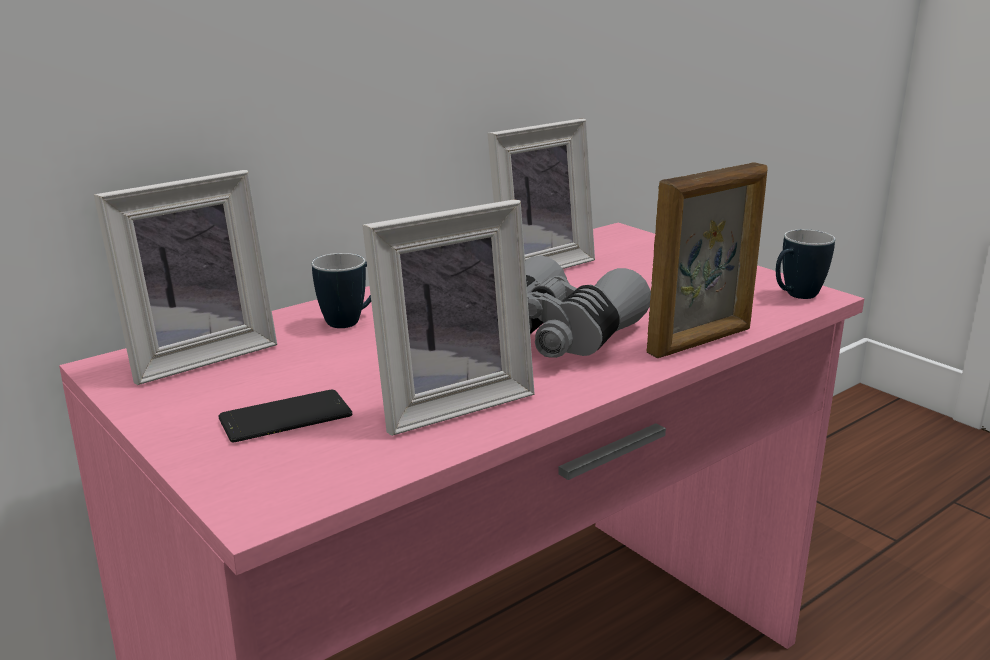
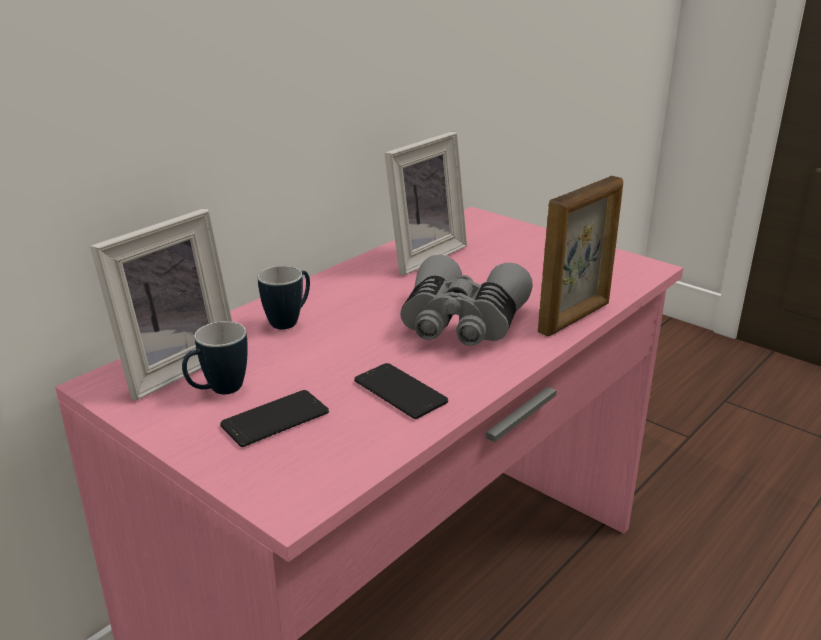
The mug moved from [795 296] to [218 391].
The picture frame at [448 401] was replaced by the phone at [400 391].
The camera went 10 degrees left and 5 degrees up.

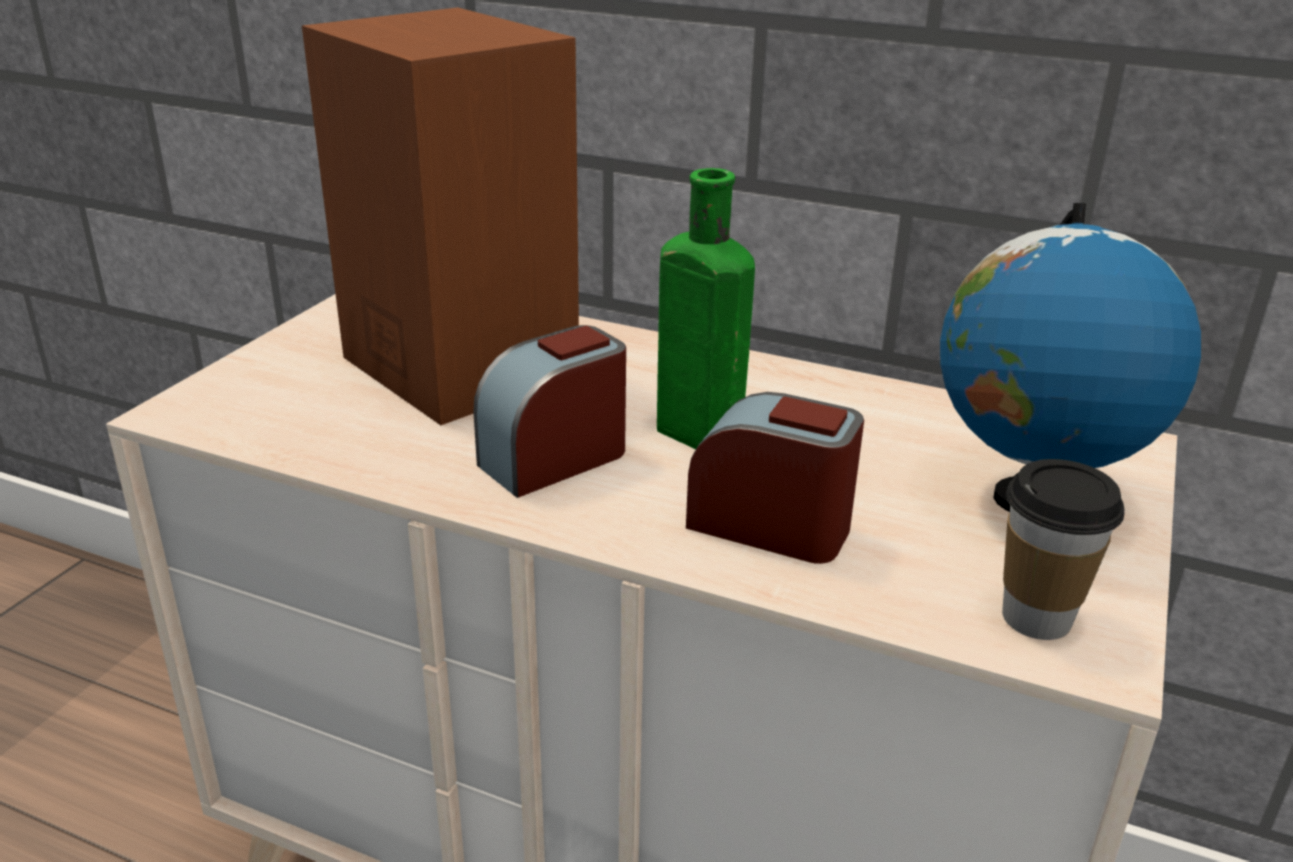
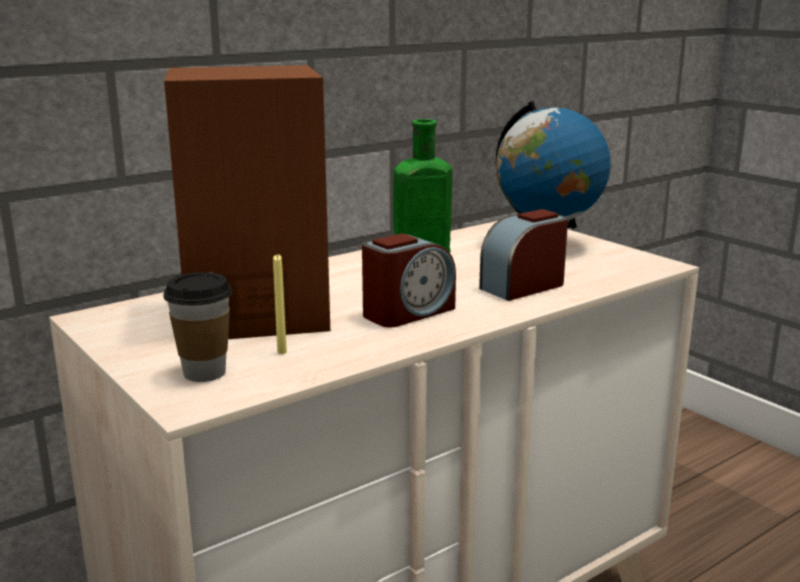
The yellow candle at [282 352] appeared.
The cup moved from [1036 617] to [204 373].
The alarm clock at [554 458] turned 120 degrees counterclockwise.
The camera went 60 degrees left and 10 degrees down.

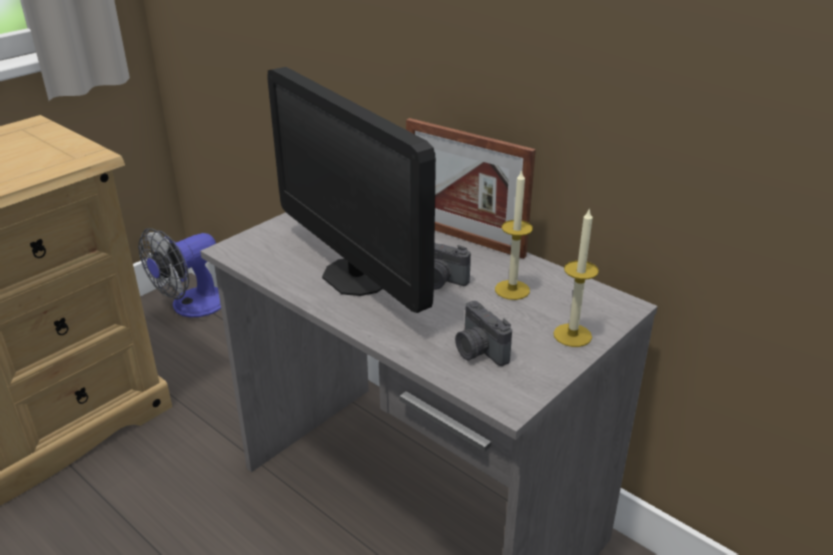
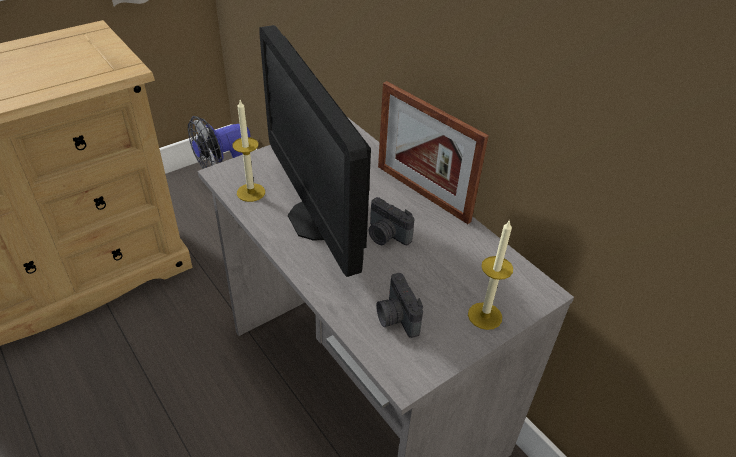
The candle moved from [512 290] to [251 192].
The camera went 10 degrees right and 10 degrees up.

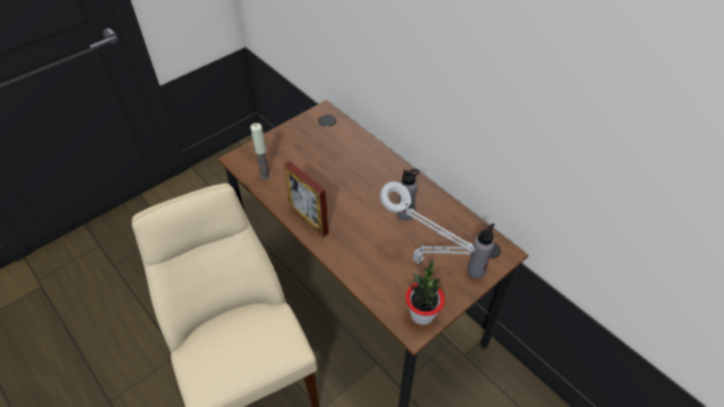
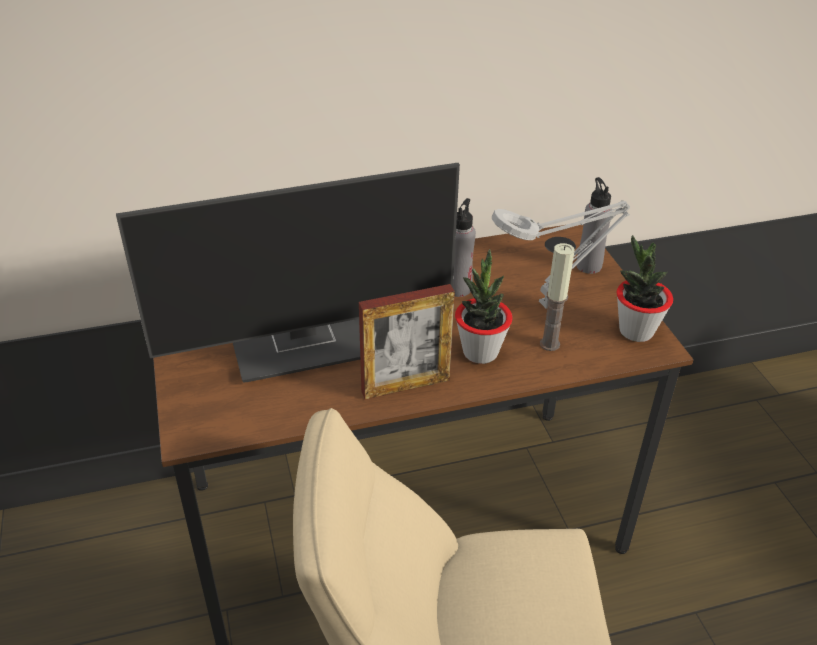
The monitor at [307 342] appeared.
The potted plant at [480 352] appeared.
The candle moved from [265 175] to [549 344].
The camera went 65 degrees left and 10 degrees down.

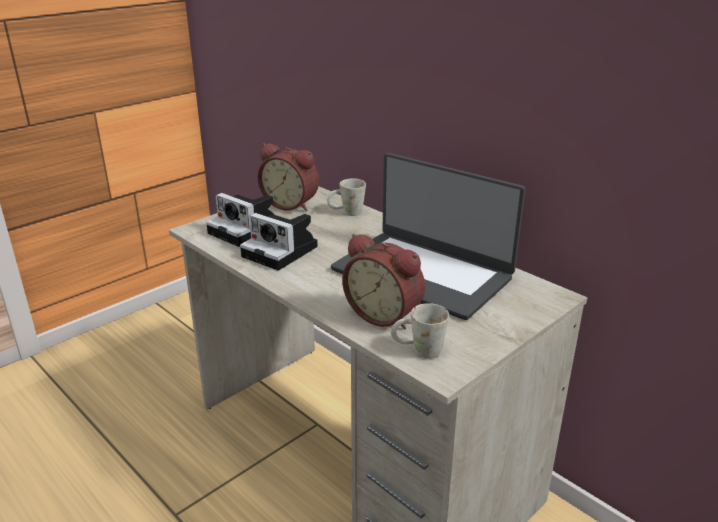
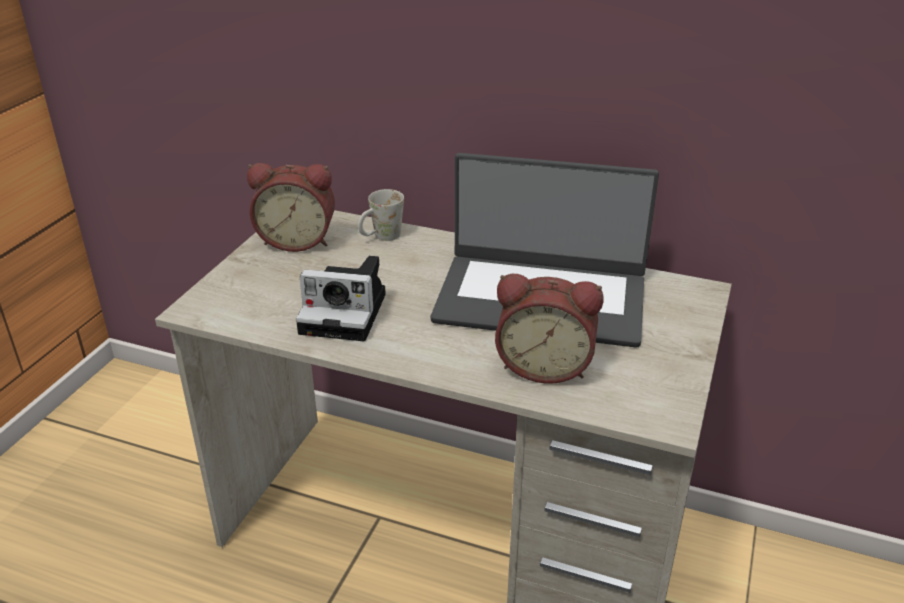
The photo camera at [247 230] disappeared.
The white mug at [418 351] disappeared.
The camera went 25 degrees left and 5 degrees up.

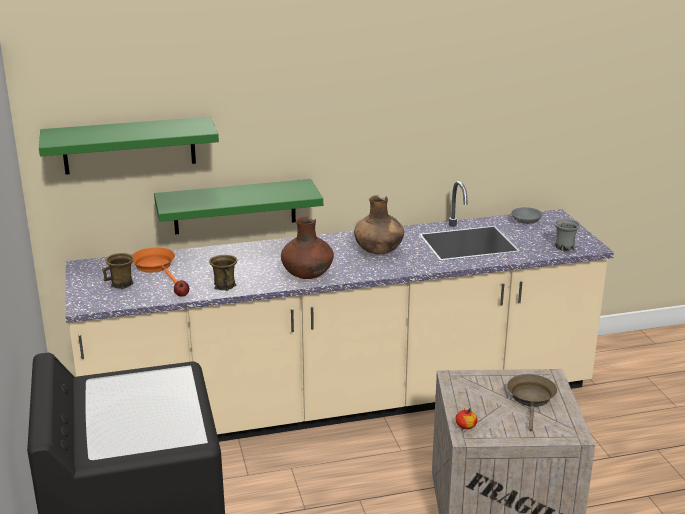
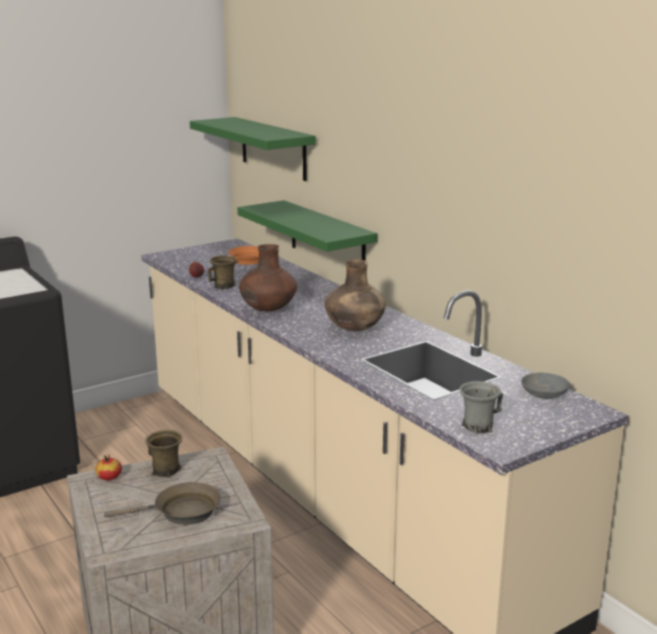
The brown mug moved from [122 284] to [165 471].
The camera went 70 degrees right and 5 degrees down.

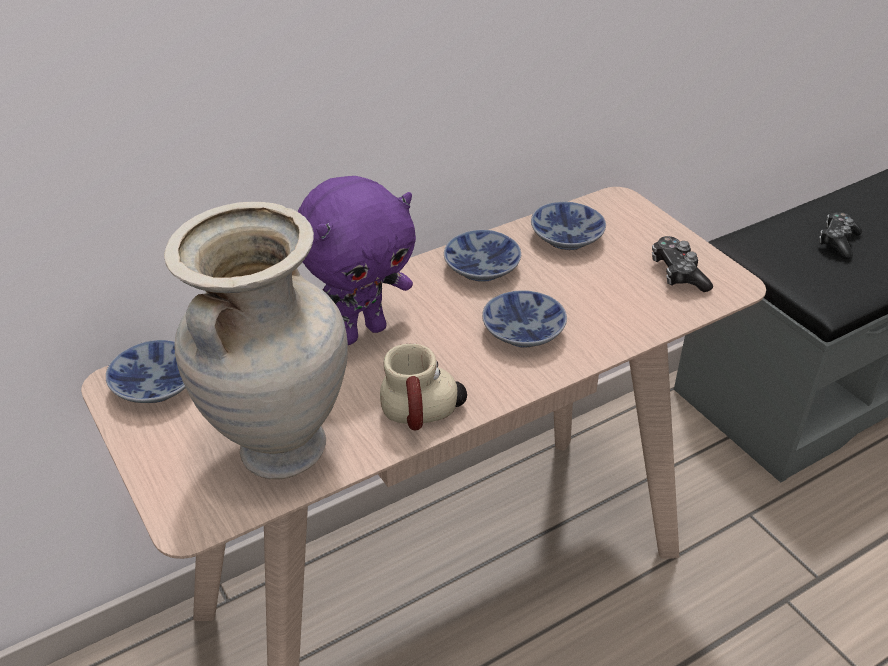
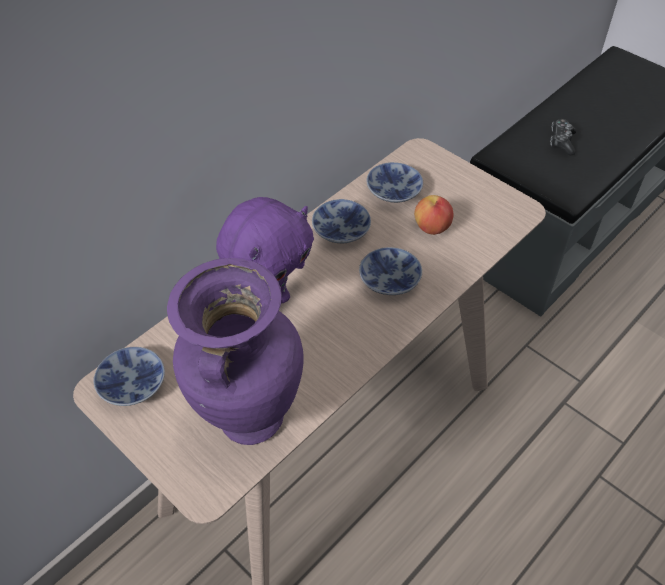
The mug at [425 417] disappeared.
The game controller at [678 273] disappeared.
The apple at [432 228] appeared.
The beige vase at [279 450] became the purple vase at [248 418].
The camera went 15 degrees left and 10 degrees up.

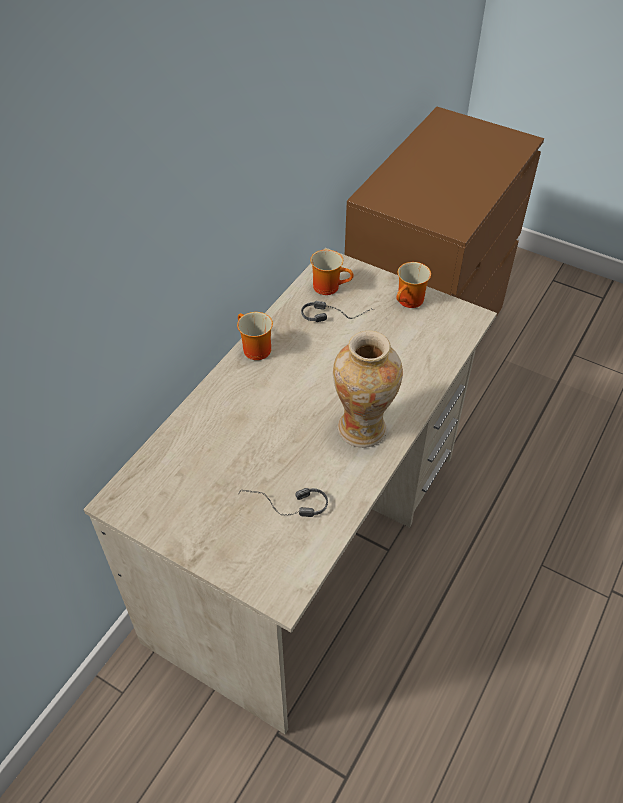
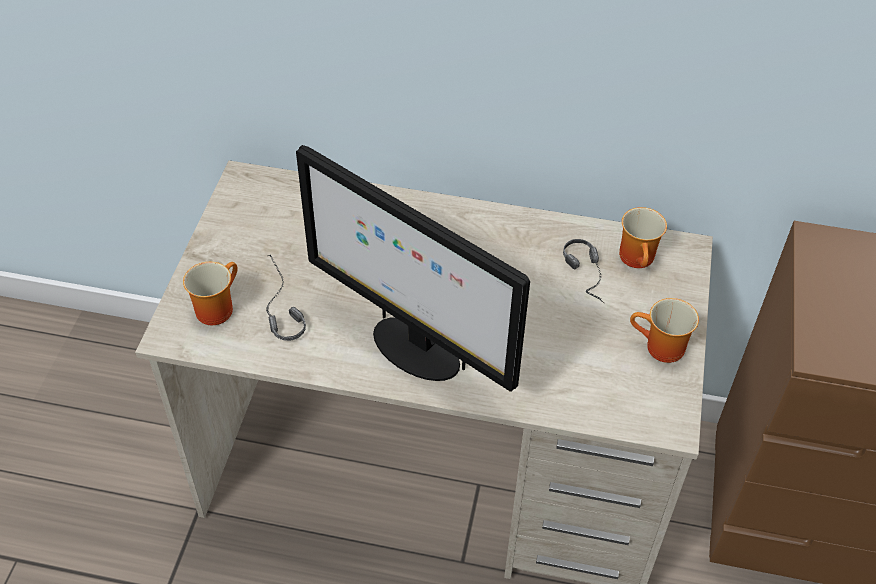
The mug moved from [253 349] to [215 307].
The vase at [362 429] was replaced by the monitor at [413 348].
The camera went 70 degrees right and 0 degrees up.

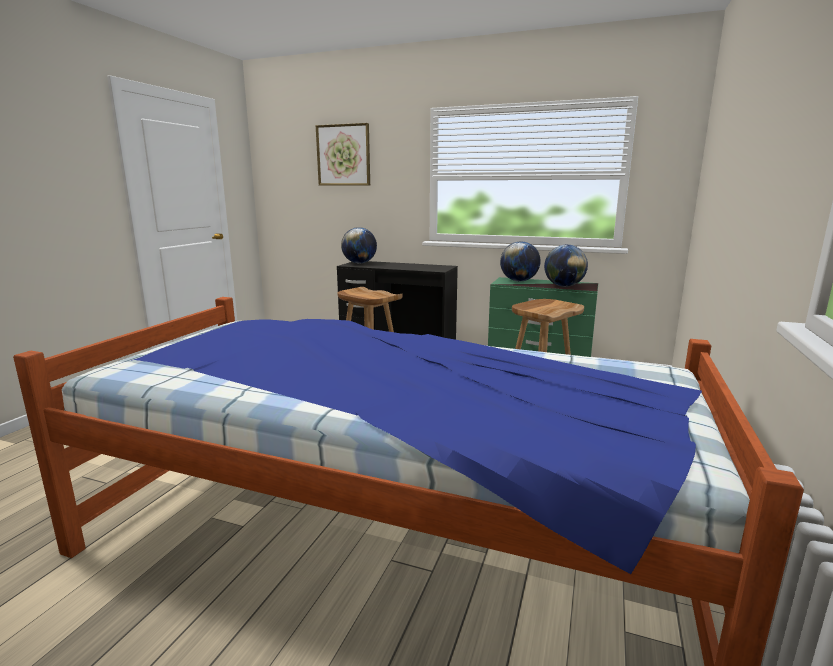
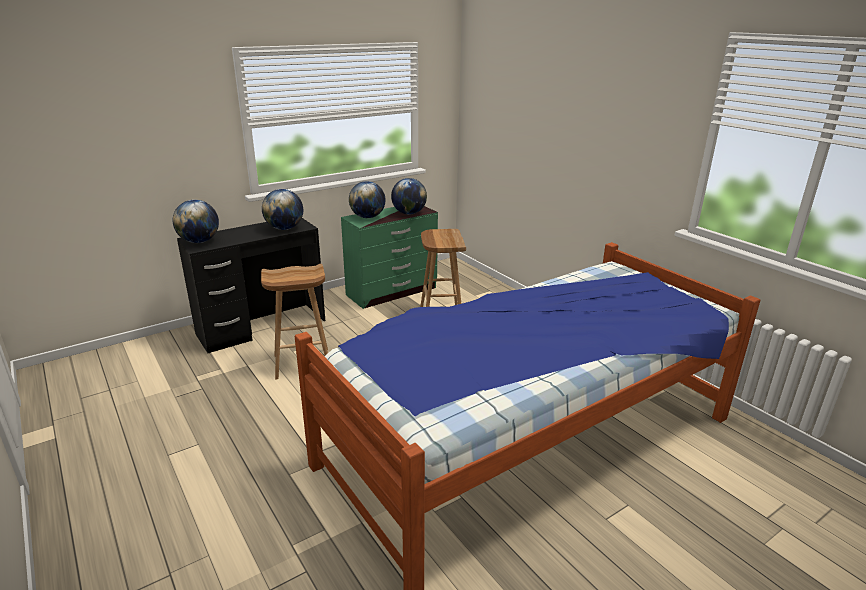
The picture at [343 155] disappeared.
The globe at [284 228] appeared.
The camera went 55 degrees left and 10 degrees up.

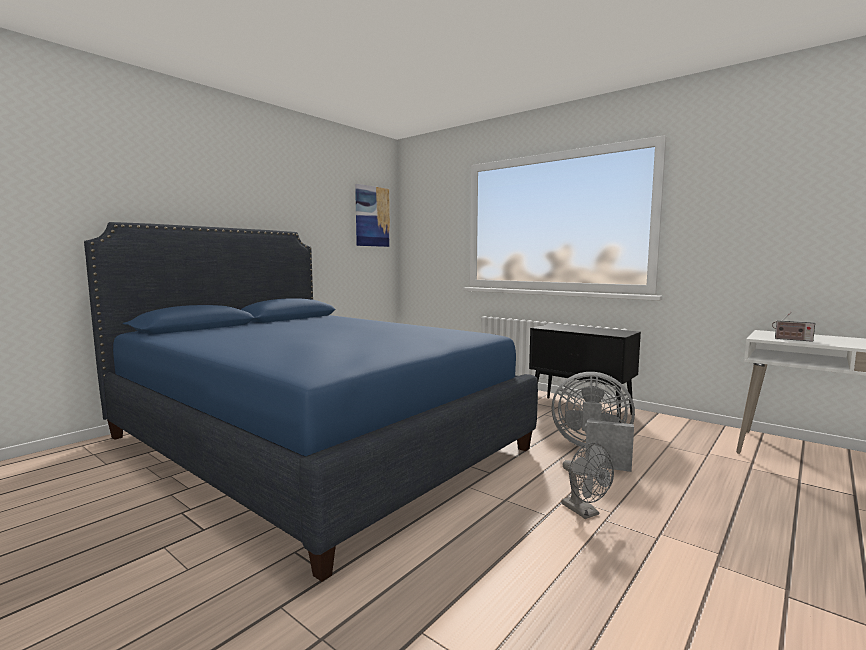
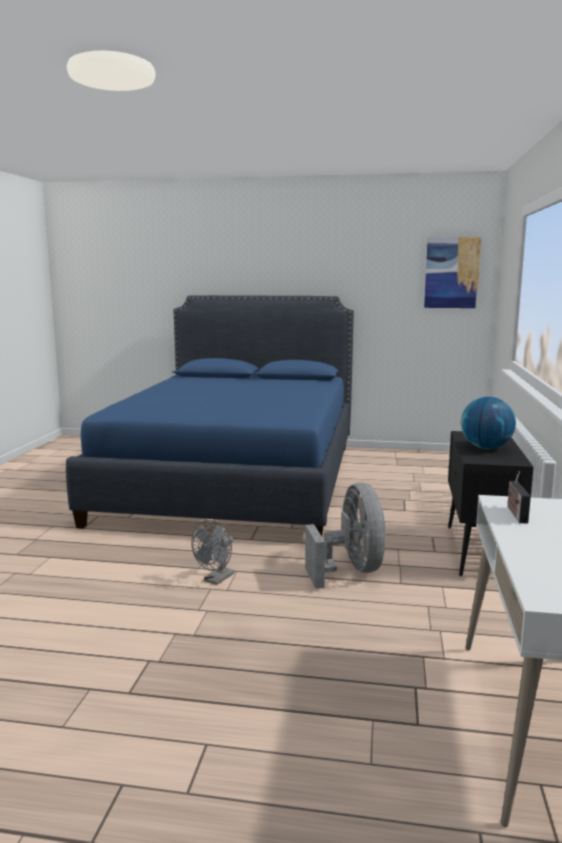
The globe at [486 448] appeared.
The camera went 60 degrees right and 5 degrees up.

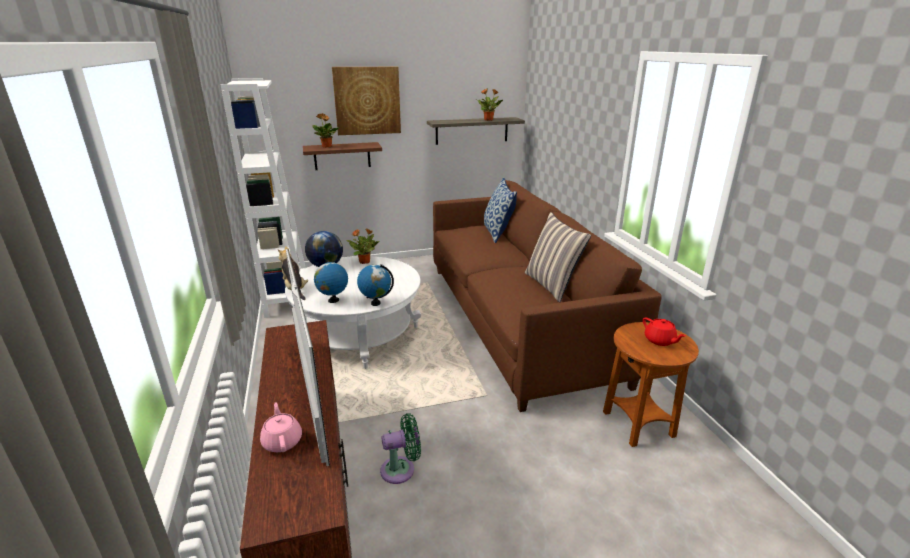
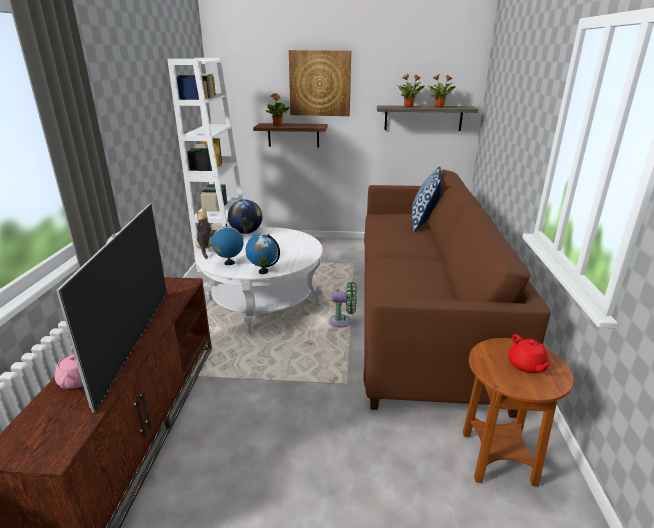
The pillow at [552 285] disappeared.
The potted plant moved from [365 262] to [409 106].
The green fan moved from [401 469] to [343 321].
The camera went 20 degrees right and 0 degrees up.

